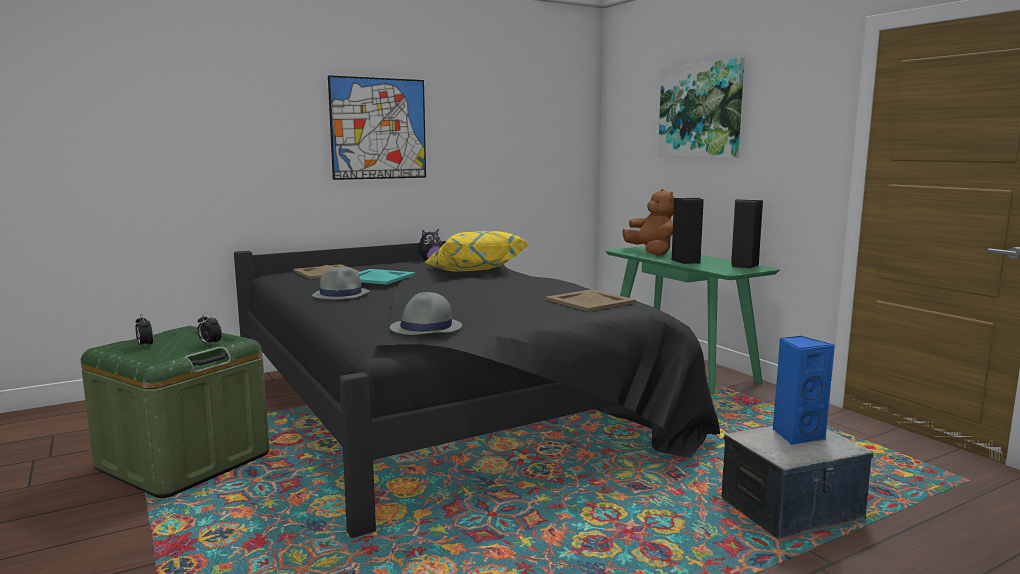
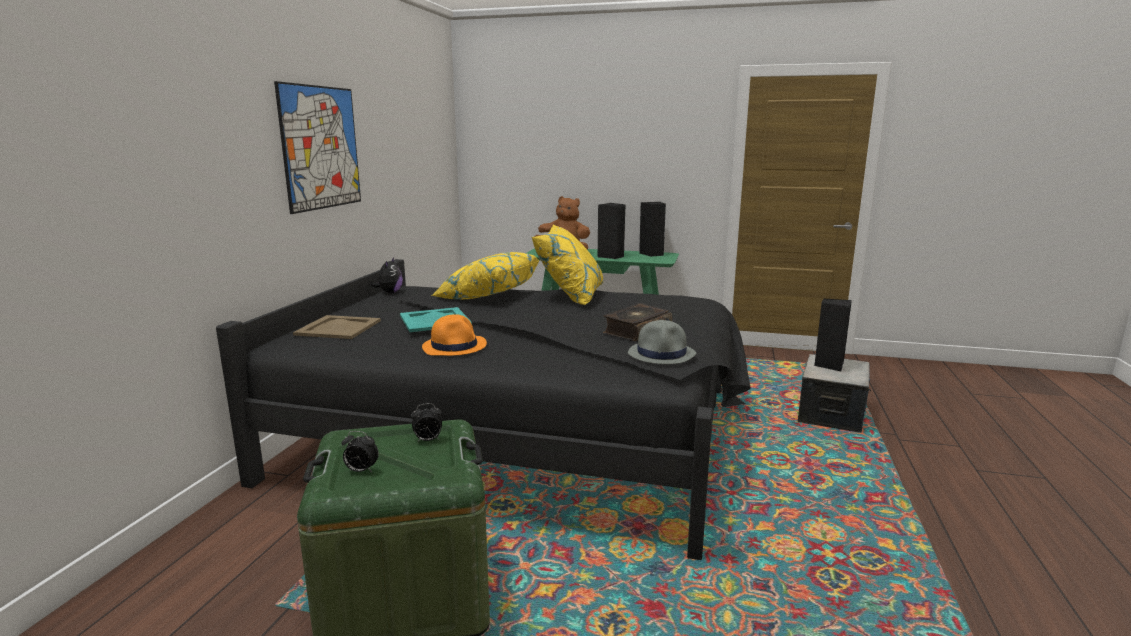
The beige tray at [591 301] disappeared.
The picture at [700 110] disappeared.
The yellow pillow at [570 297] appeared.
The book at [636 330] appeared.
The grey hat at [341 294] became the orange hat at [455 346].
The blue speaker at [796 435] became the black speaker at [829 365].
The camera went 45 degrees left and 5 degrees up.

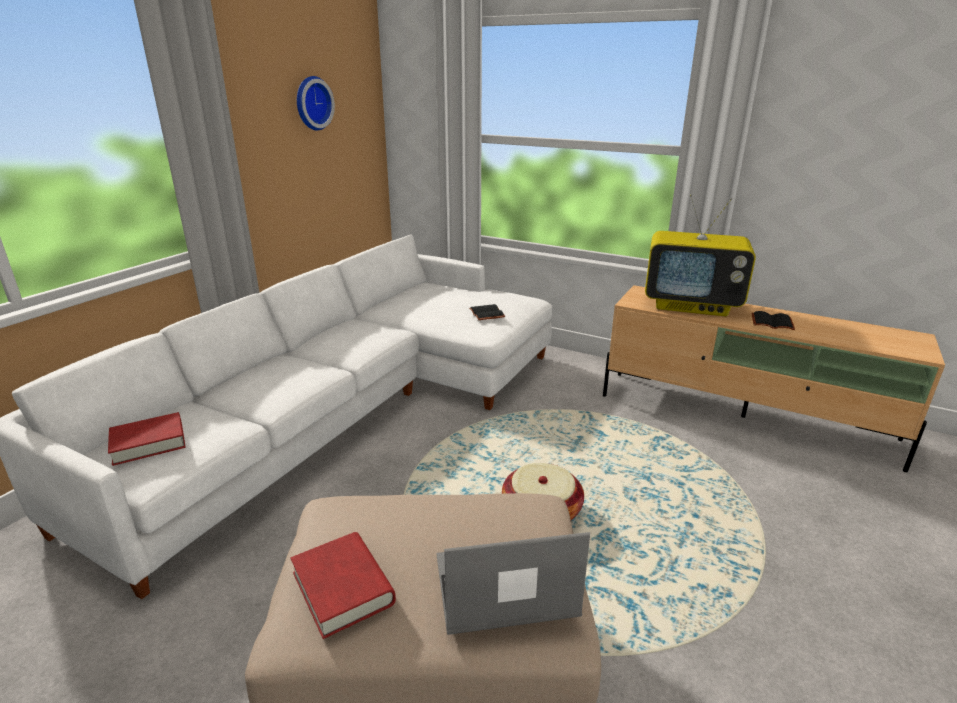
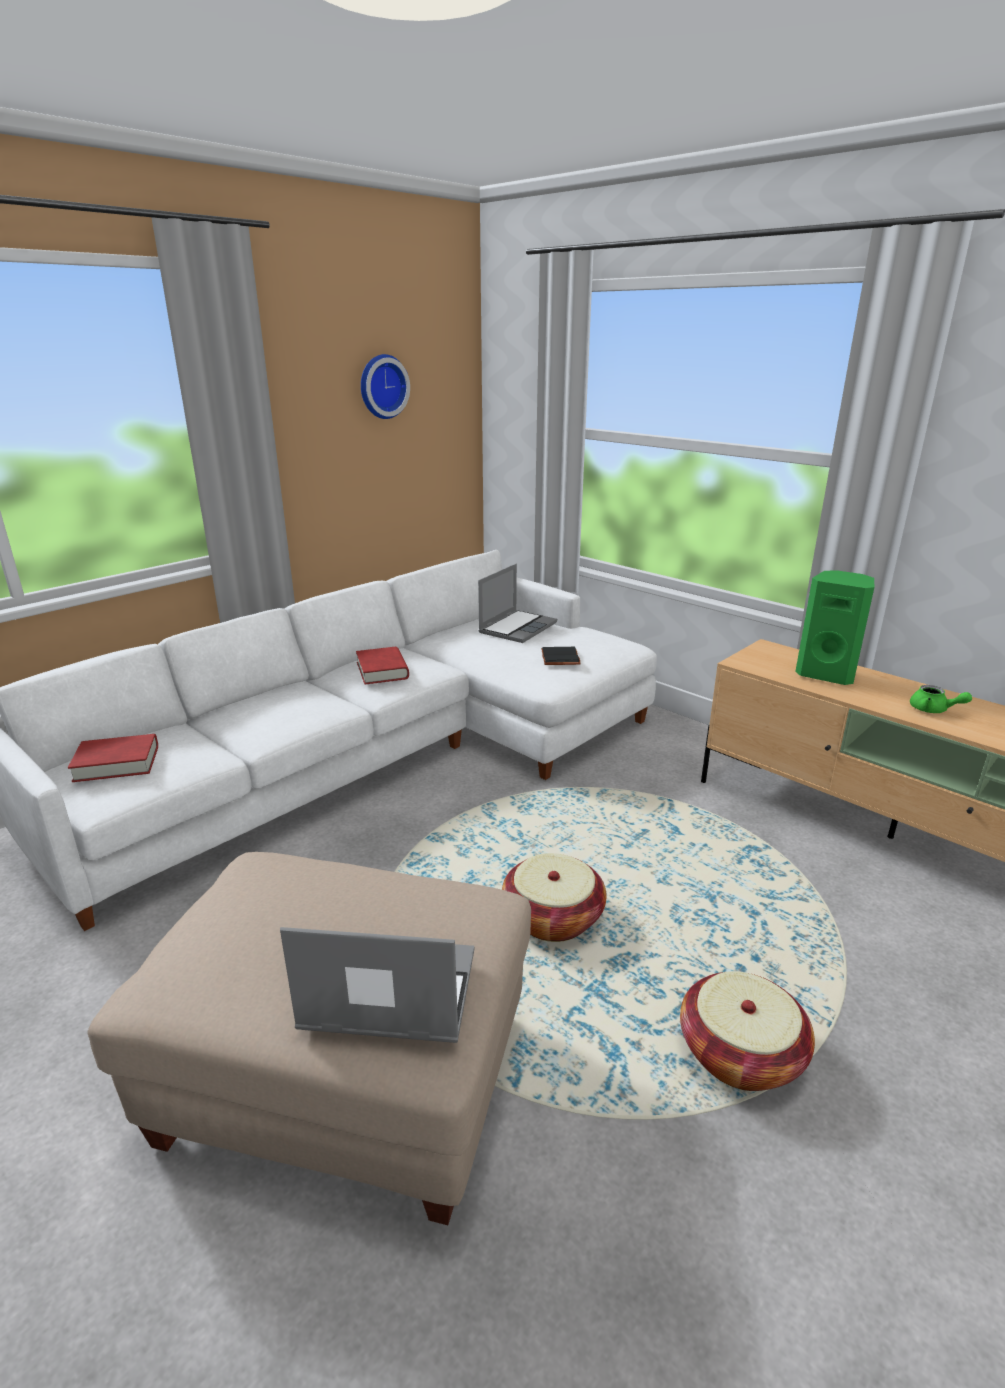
The laptop at [517 627] appeared.
The basket at [740 1054] appeared.
The red book moved from [343 588] to [382 670].
The television at [691 305] was replaced by the green speaker at [826 674].
The black book at [772 322] was replaced by the green teapot at [933 710].
The camera went 15 degrees right and 0 degrees up.

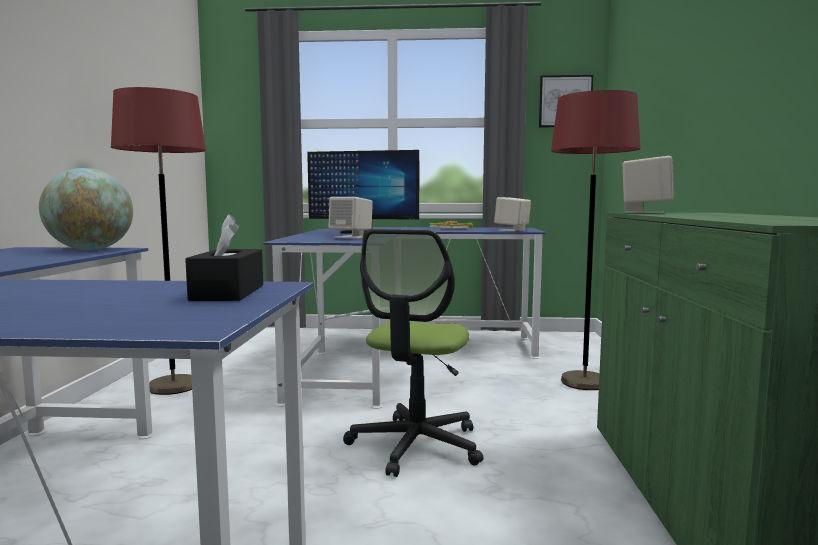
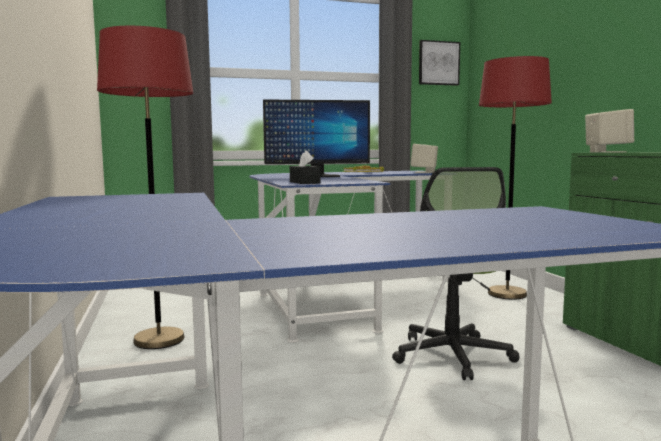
The globe at [91 250] disappeared.
The beige speaker at [351 237] disappeared.
The black tissue box moved from [228 292] to [304 182].
The camera went 20 degrees left and 0 degrees up.

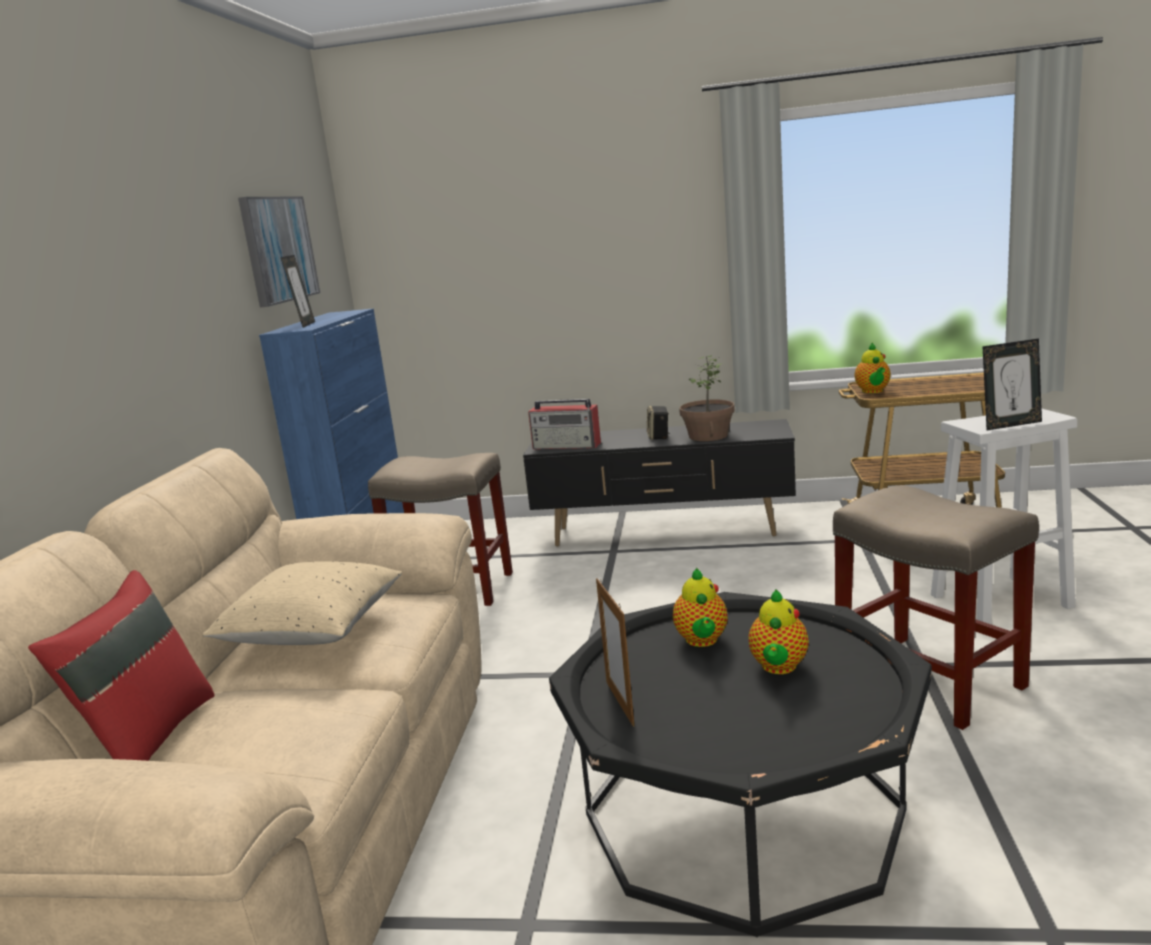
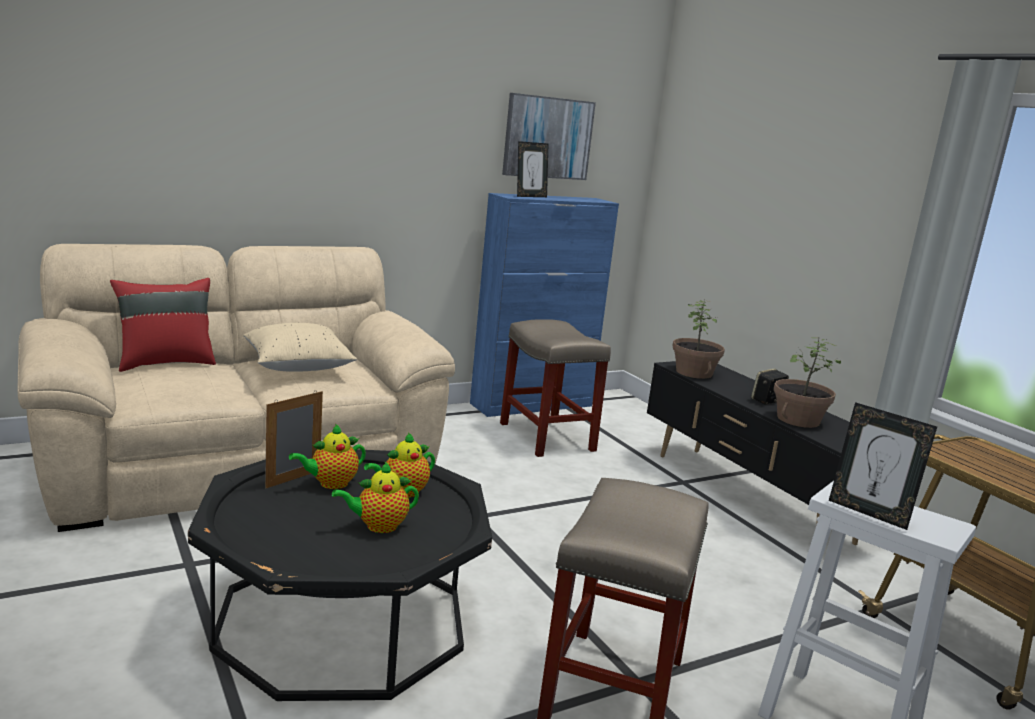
The teapot moved from [873 391] to [330 484].
The radio at [567 446] was replaced by the potted plant at [694 373].
The camera went 50 degrees right and 0 degrees up.

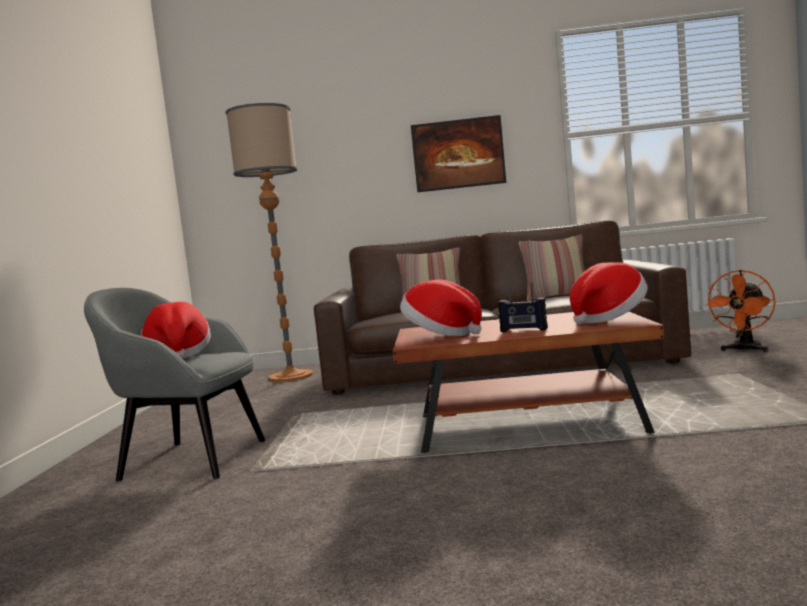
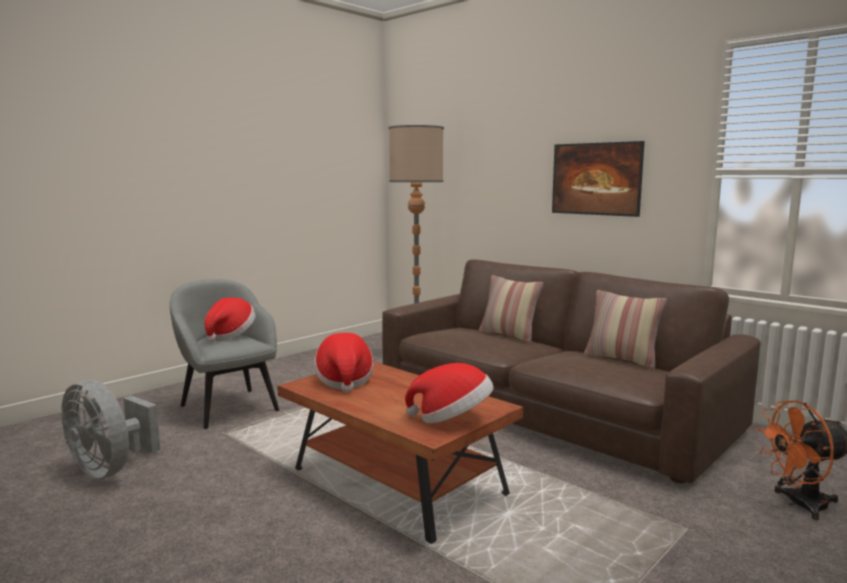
The radio at [523 330] disappeared.
The grey fan at [110 469] appeared.
The camera went 40 degrees right and 5 degrees up.

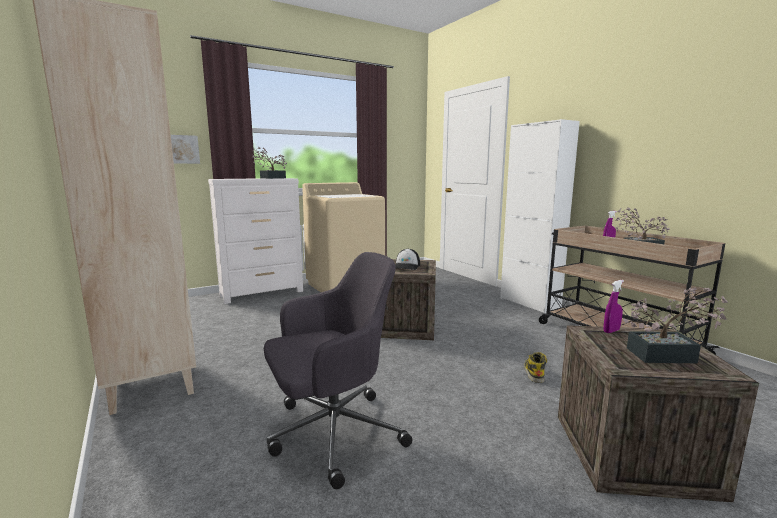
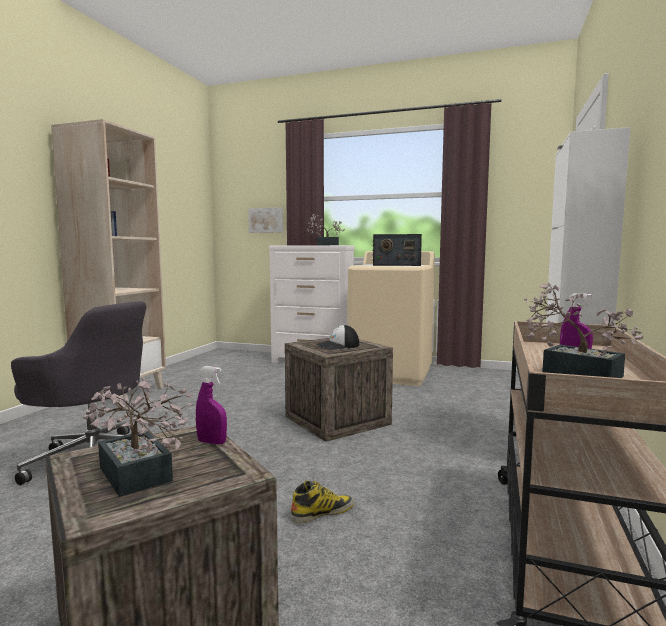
The radio at [395 265] appeared.
The camera went 50 degrees right and 5 degrees down.

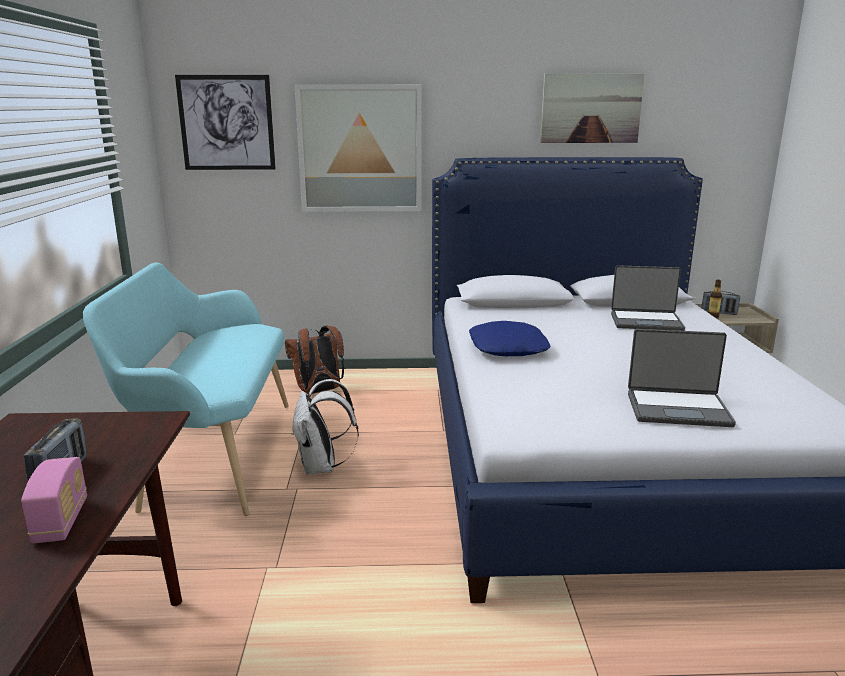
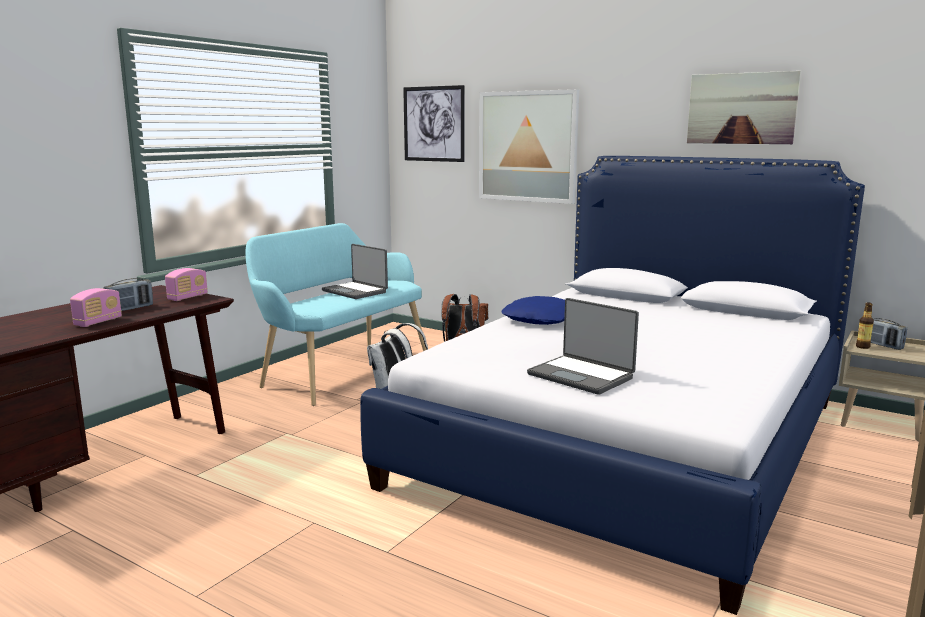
The radio at [188 297] appeared.
The laptop moved from [646 321] to [355 291].
The camera went 35 degrees right and 5 degrees down.

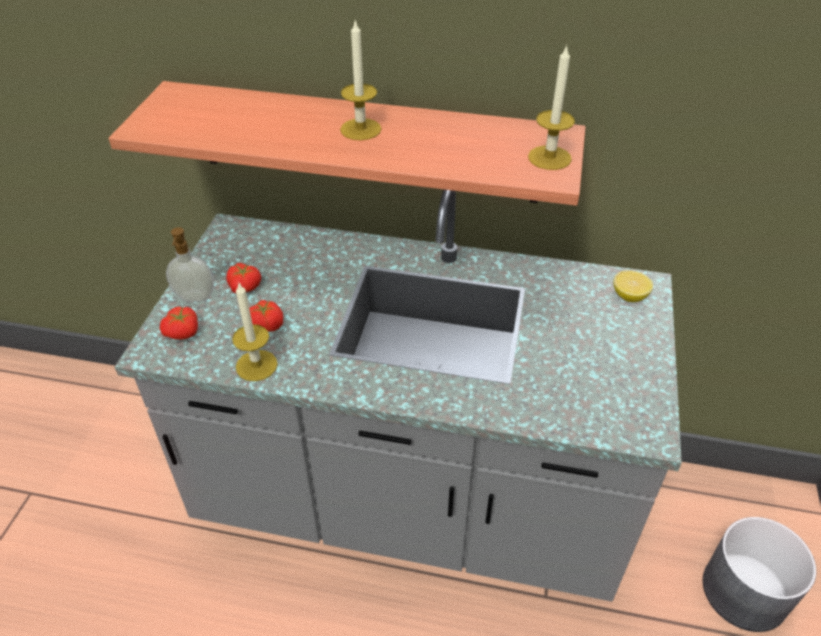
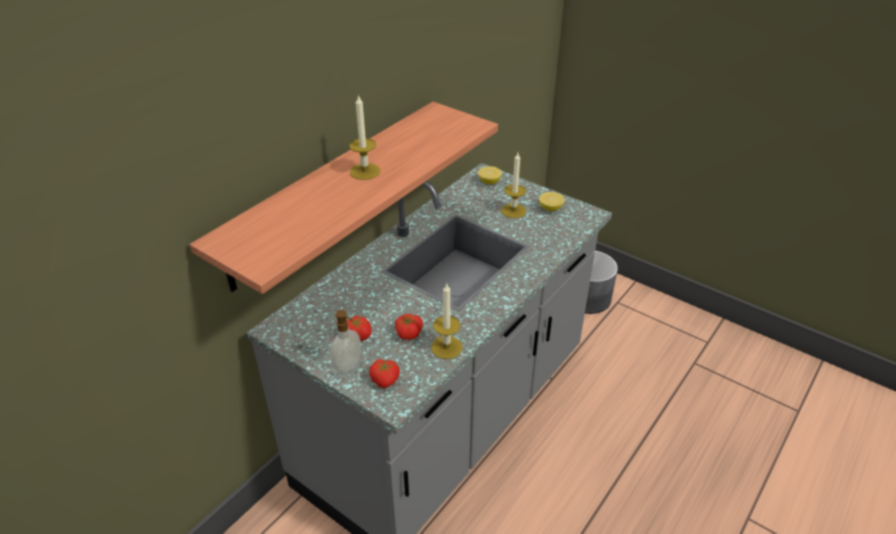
The lemon at [550 208] appeared.
The candle moved from [549 158] to [513 211].
The camera went 65 degrees left and 5 degrees down.

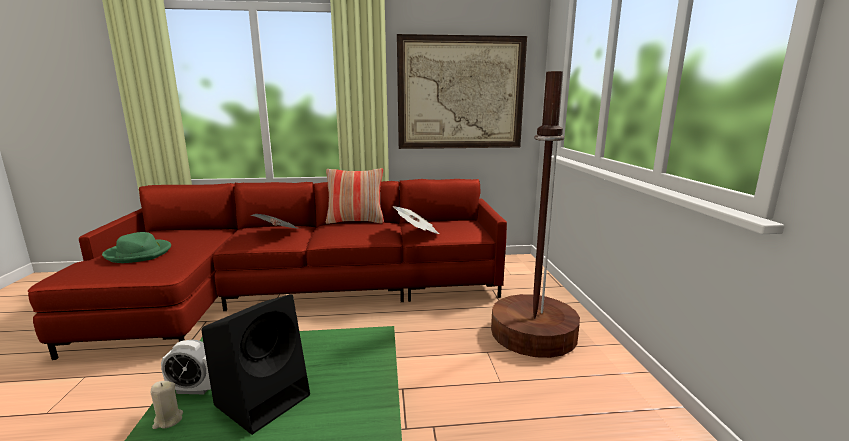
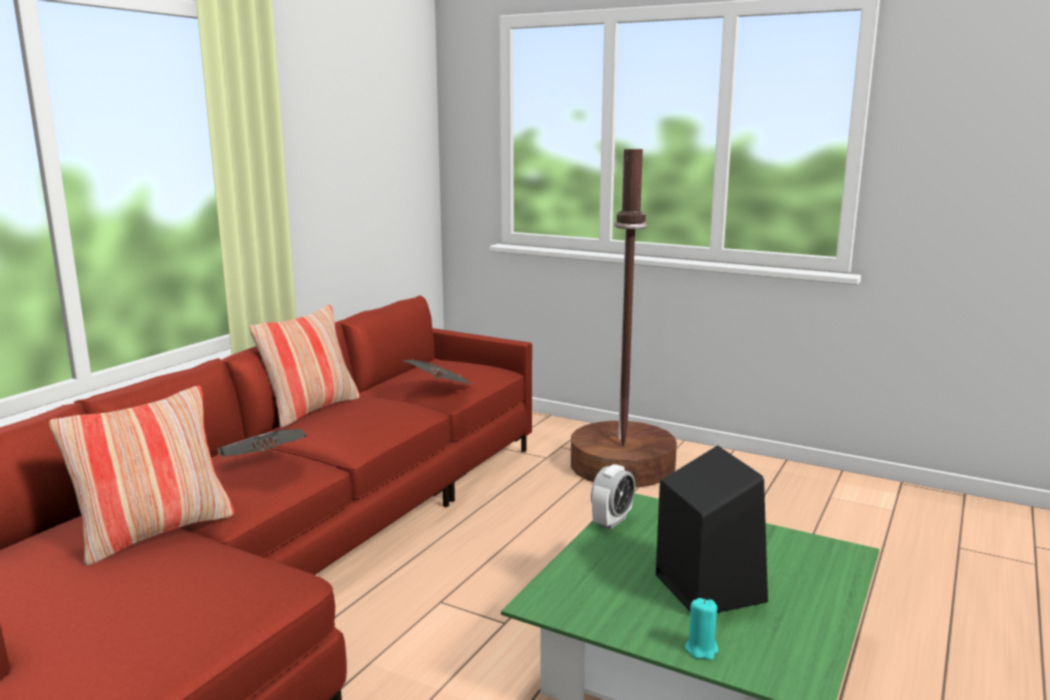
The green hat at [139 253] disappeared.
The picture at [461 93] disappeared.
The pillow at [155 532] appeared.
The alarm clock moved from [194 389] to [612 521].
The beige candle at [168 420] became the turquoise candle at [701 649].
The camera went 55 degrees left and 0 degrees up.

